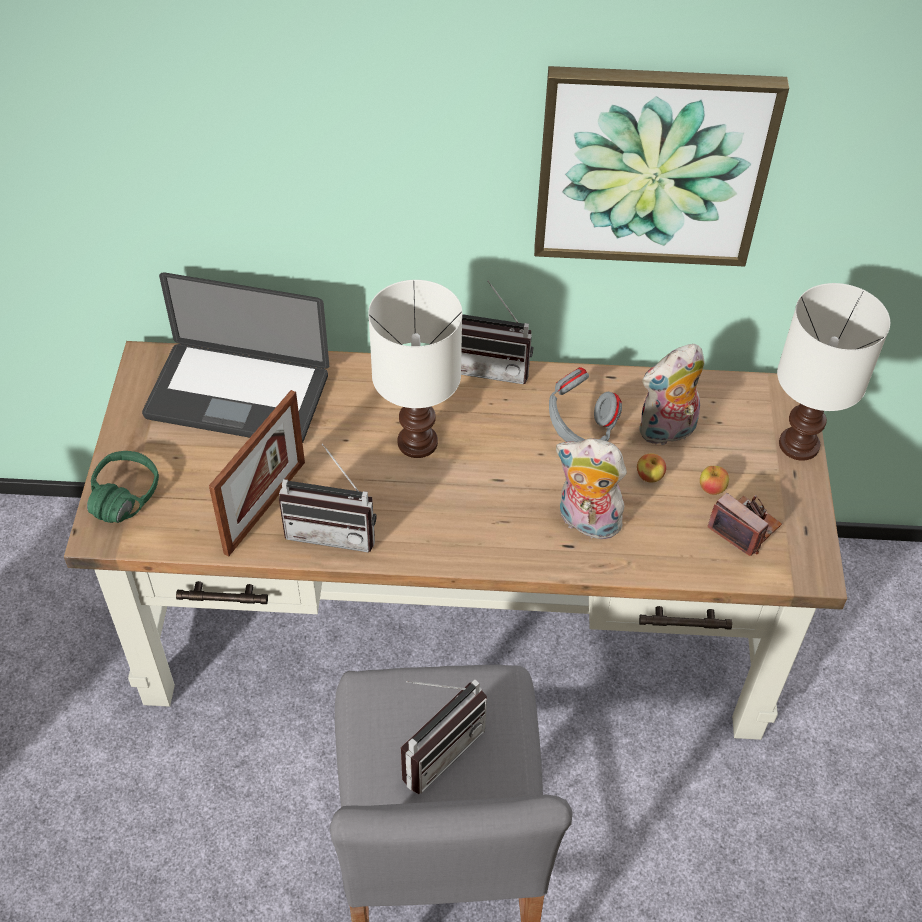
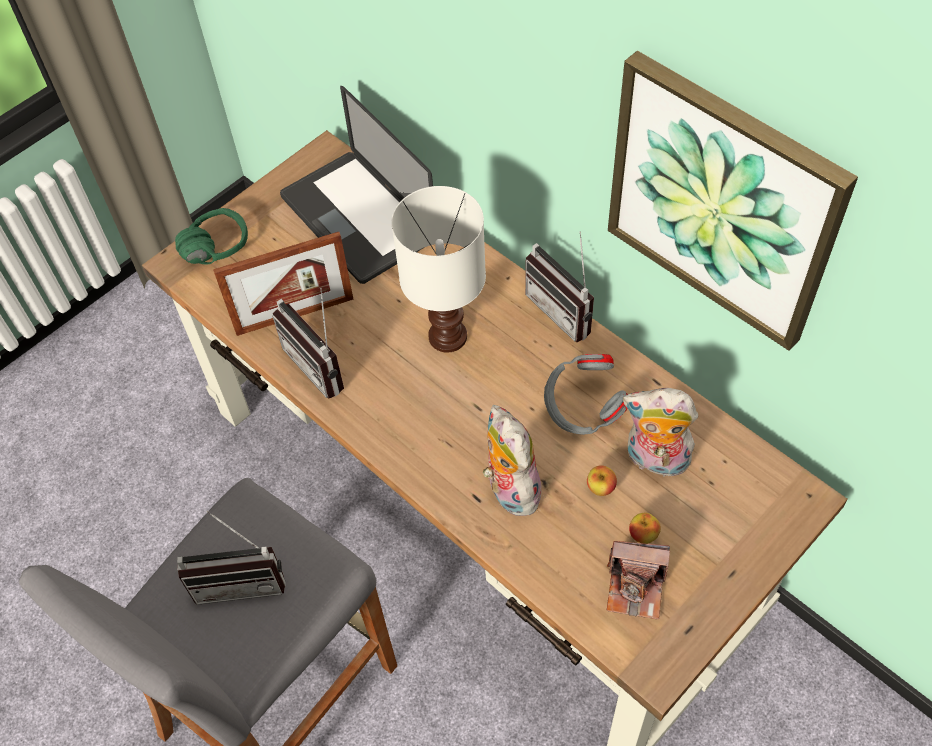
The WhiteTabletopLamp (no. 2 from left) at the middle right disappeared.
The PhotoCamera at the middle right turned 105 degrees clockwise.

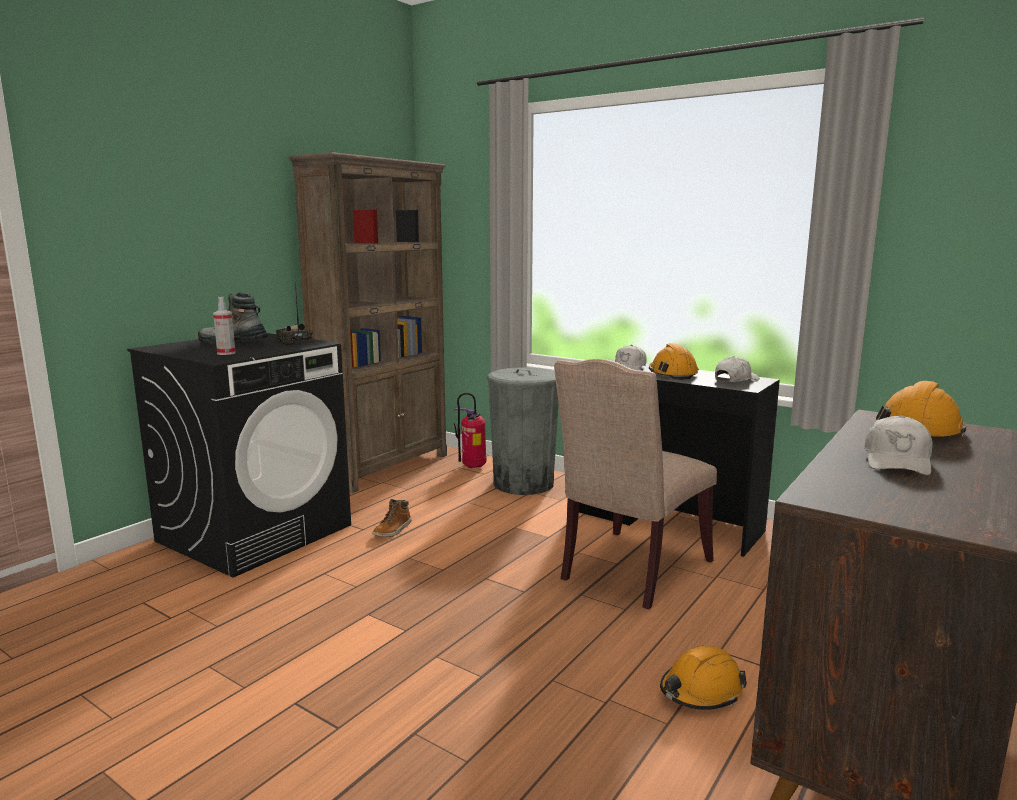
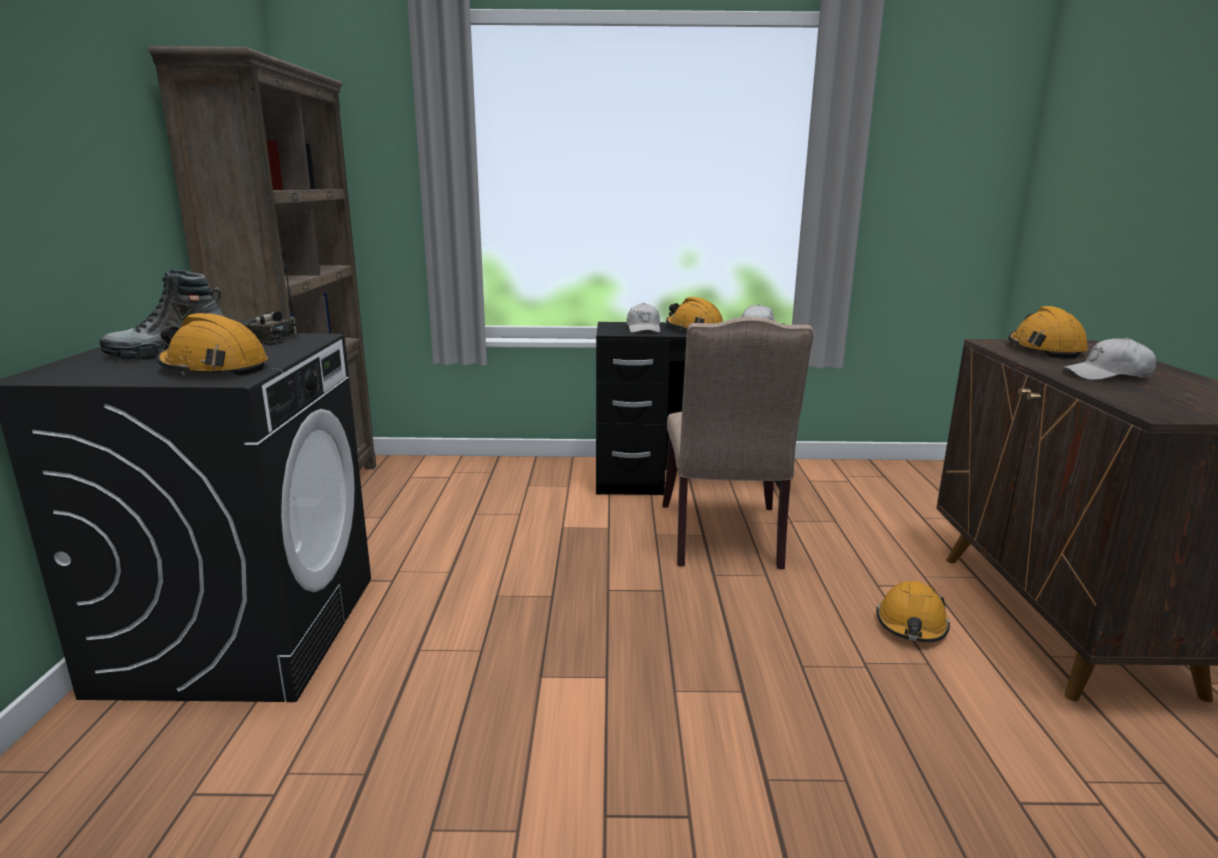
The SprayBottle at the middle left was replaced by the OrangeColouredWorkHelmet (no. 1 from left) at the middle left.
The GreyWasteBin at the centre disappeared.
The FireExtinguisher at the centre disappeared.
The WhiteBaseballCap (no. 3 from left) at the middle right turned 105 degrees clockwise.
The TallBoot (no. 2 from left) at the centre disappeared.

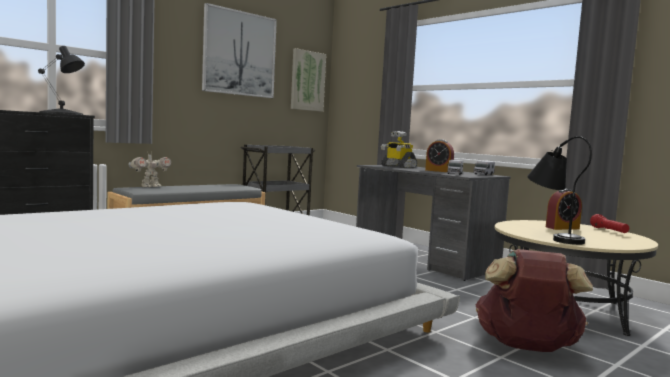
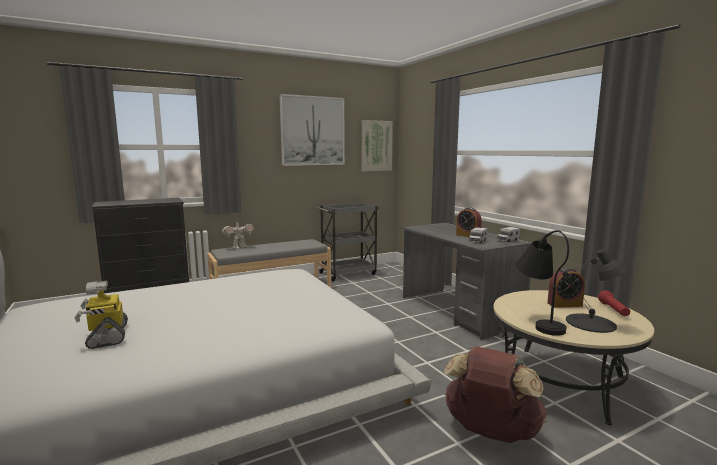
The BlackTabletopLamp (no. 1 from left in the first image) moved from the top left to the middle right.
The ToyRobot (no. 2 from left in the first image) moved from the centre to the bottom left.

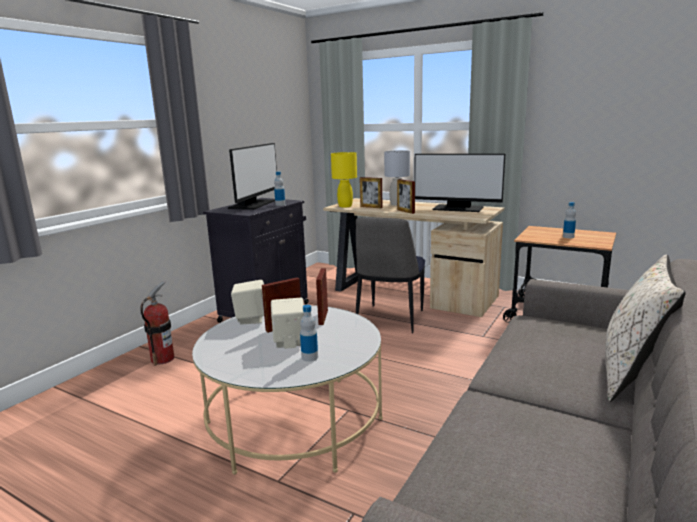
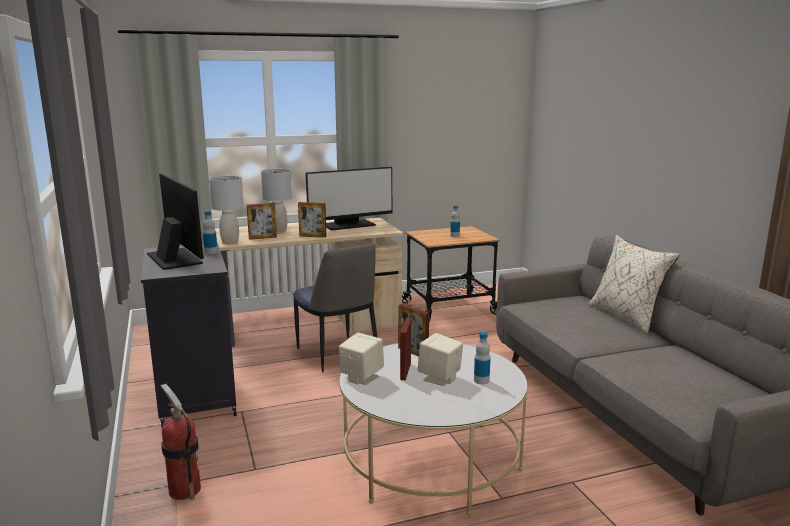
The YellowColouredTabletopLamp at the centre became the GreyTabletopLamp (no. 1 from left) at the middle left.

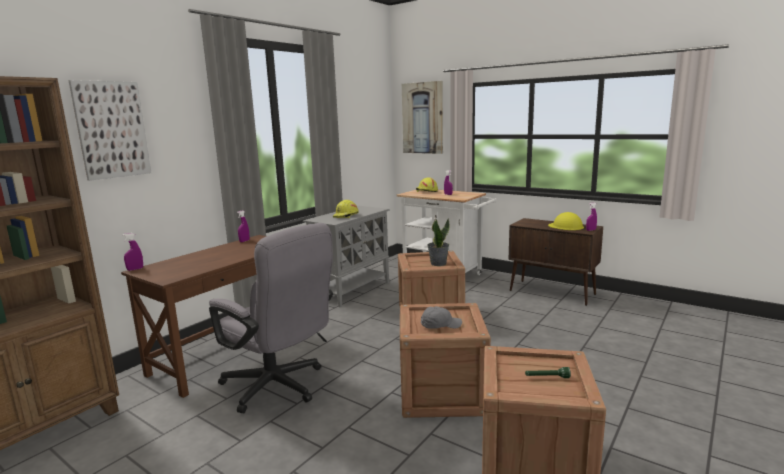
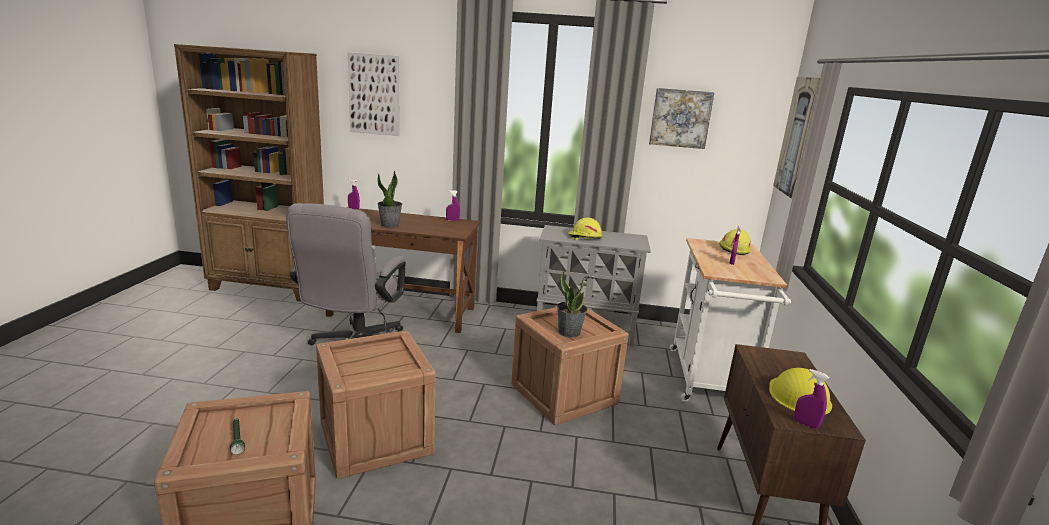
The GreyBaseballCap at the bottom centre disappeared.
The Picture (no. 2 from left) at the top centre appeared.
The PlantInAPot (no. 1 from left) at the centre appeared.

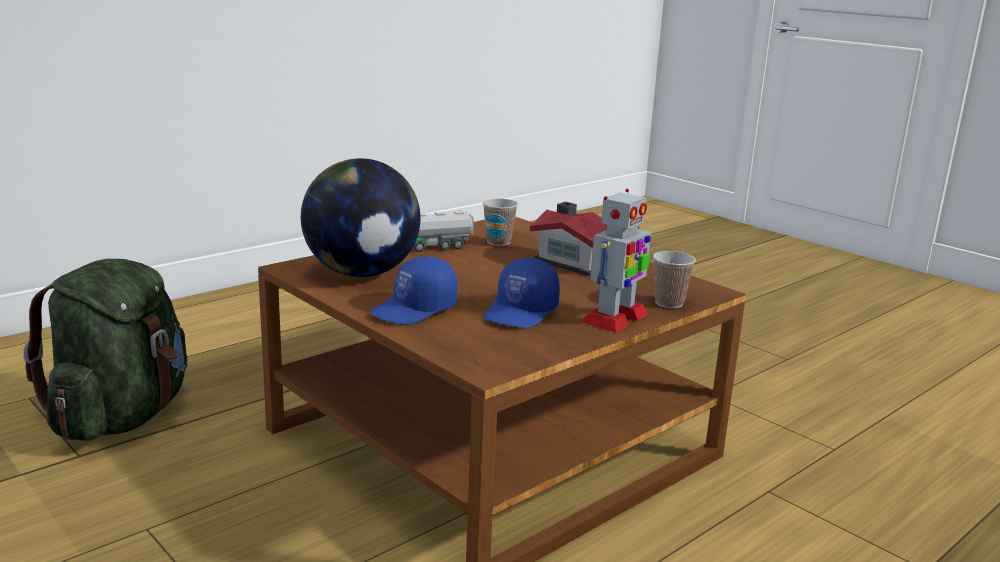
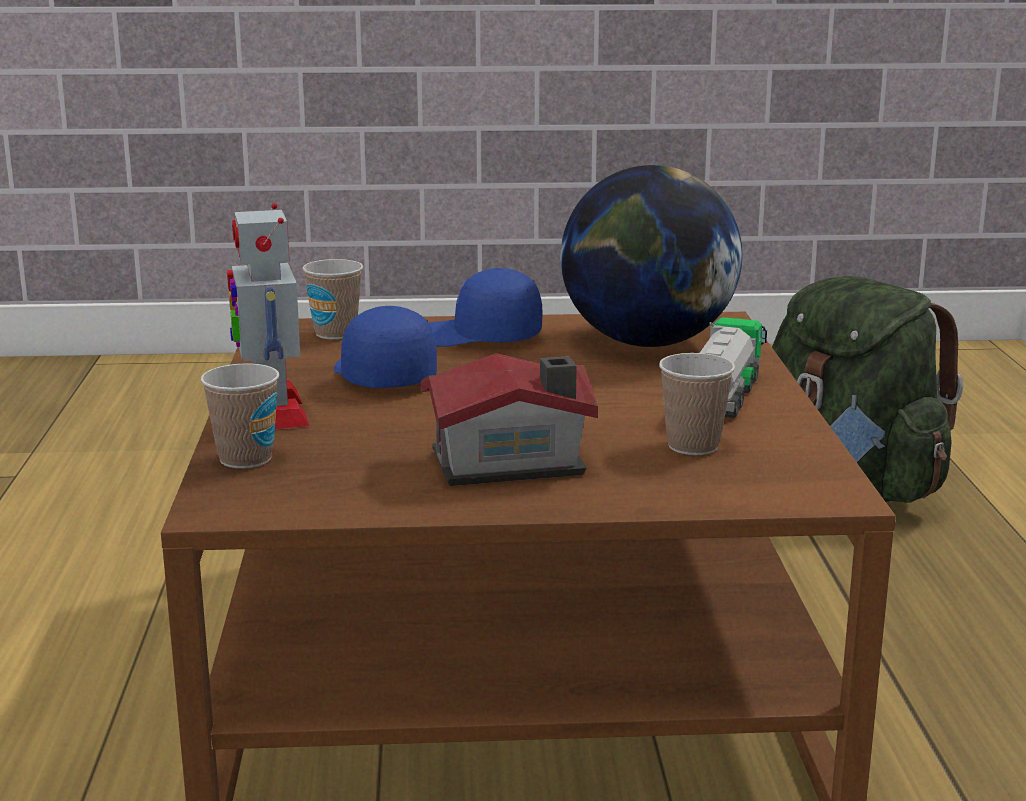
The BlueBaseballCap (no. 1 from left in the first image) at the centre turned 75 degrees counterclockwise.
The Cup (no. 2 from left) at the middle left appeared.

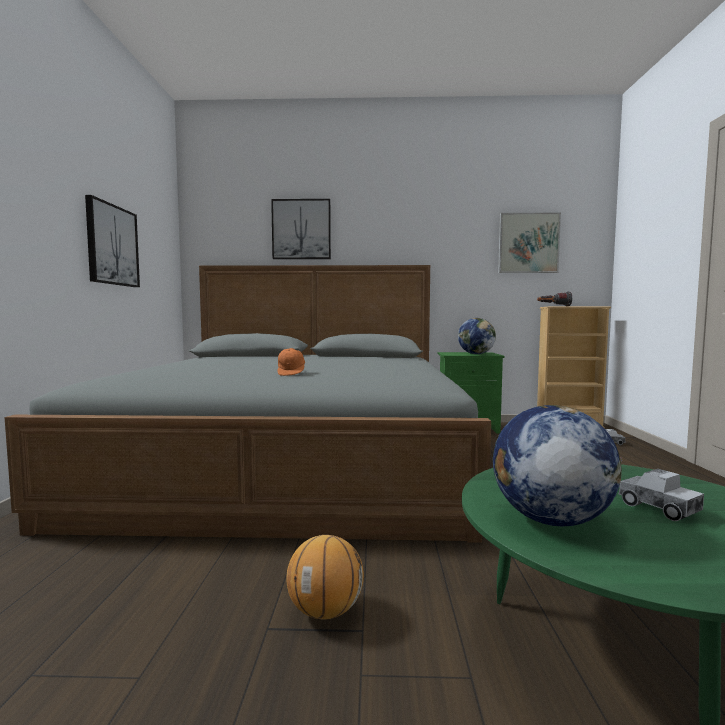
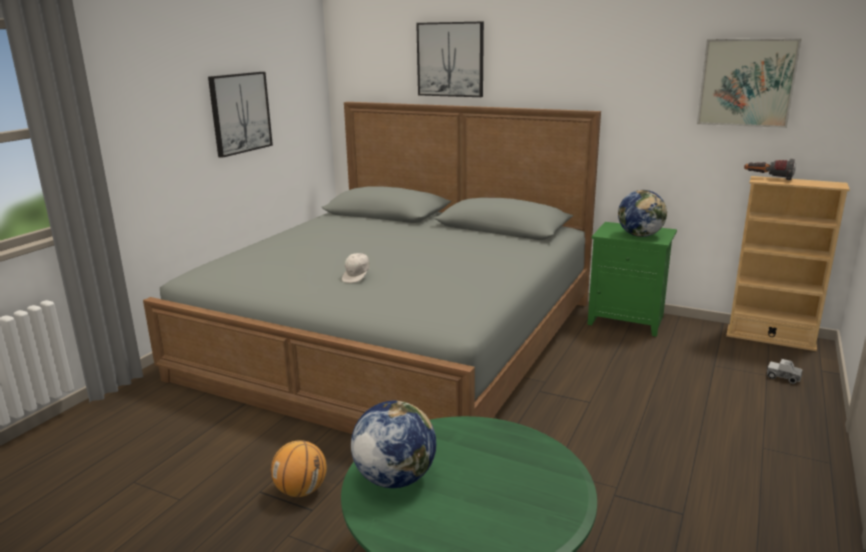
The OrangeColouredBaseballCap at the centre became the WhiteBaseballCap at the centre.
The ToyTruck (no. 2 from left) at the bottom right disappeared.

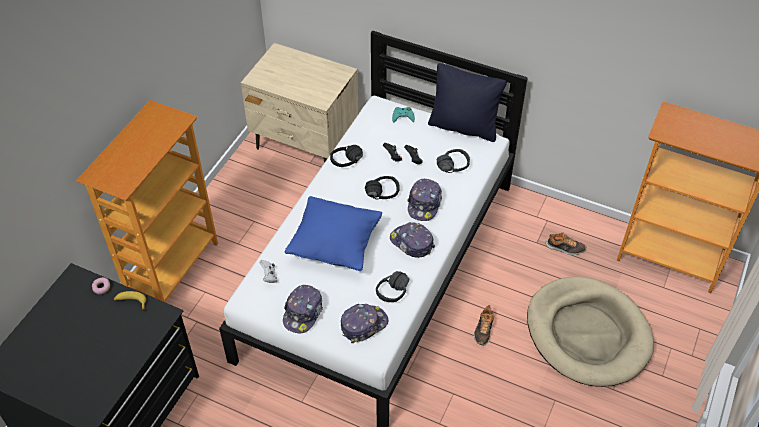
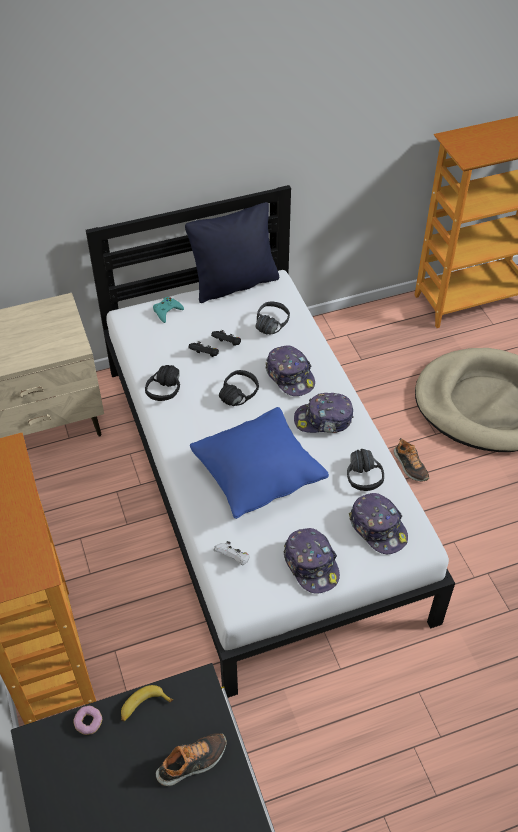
The ItemOfFootwear (no. 2 from left in the first image) moved from the middle right to the bottom centre.
The BaseballCap (no. 2 from left in the first image) at the bottom centre turned 135 degrees clockwise.

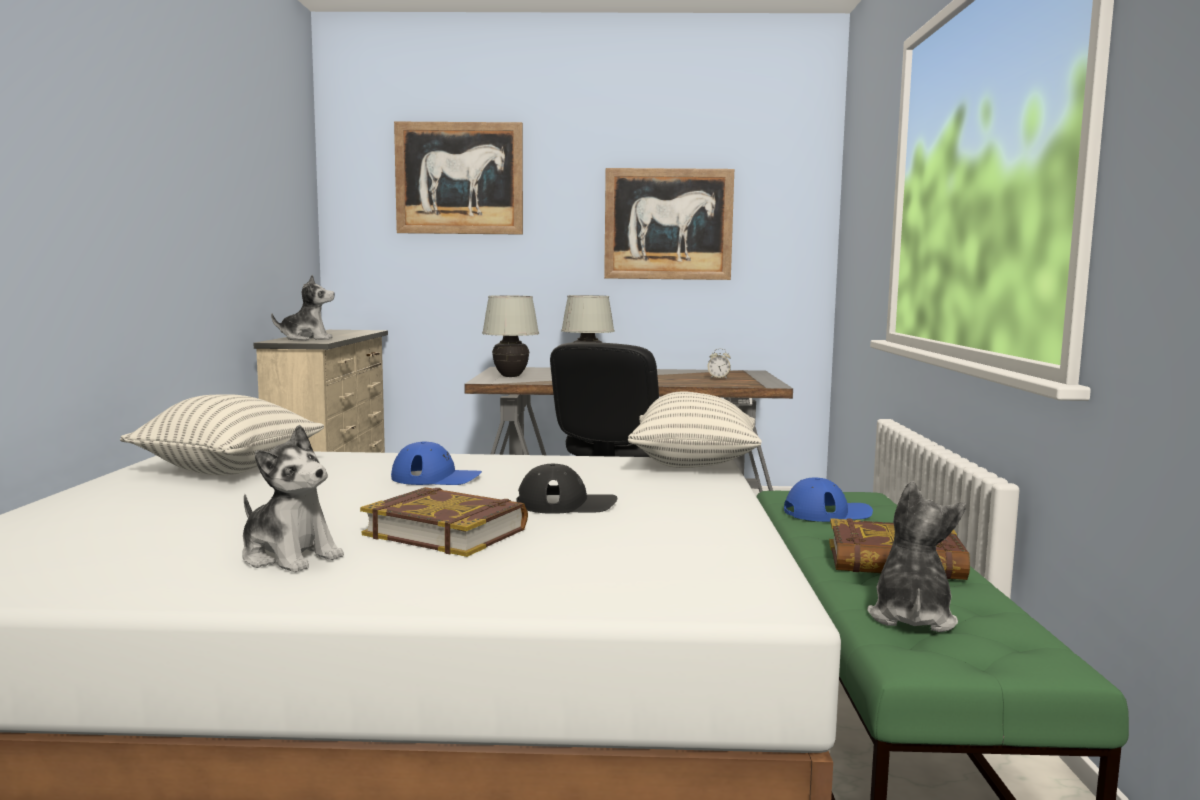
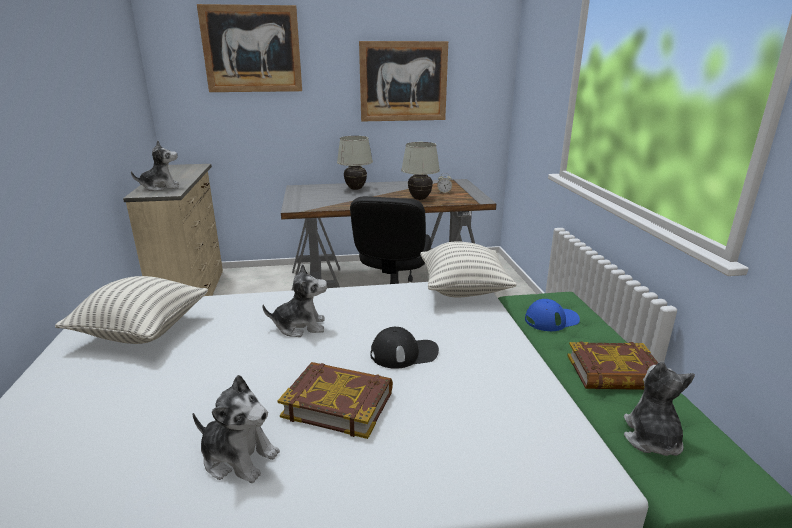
The WhiteTabletopLamp (no. 1 from left in the first image) moved from the centre to the top centre.
The BlueBaseballCap (no. 1 from left) at the centre was replaced by the PlushToy (no. 3 from left) at the centre.

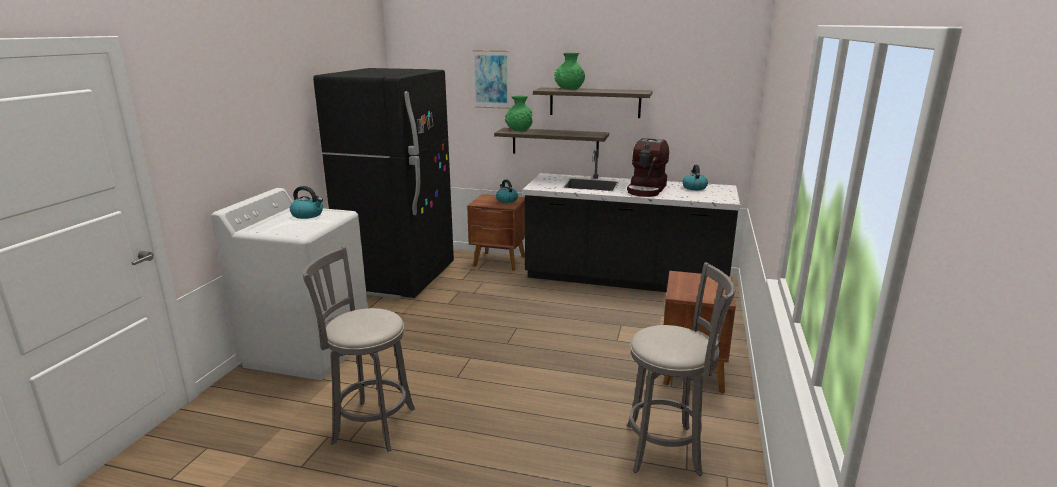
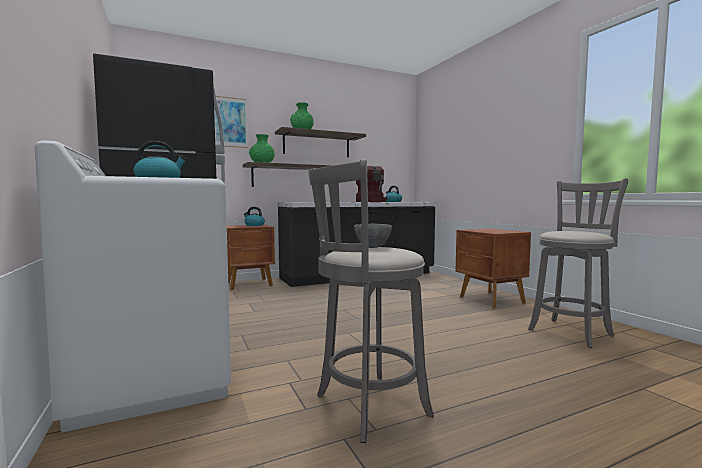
The GreyBowl at the centre appeared.

